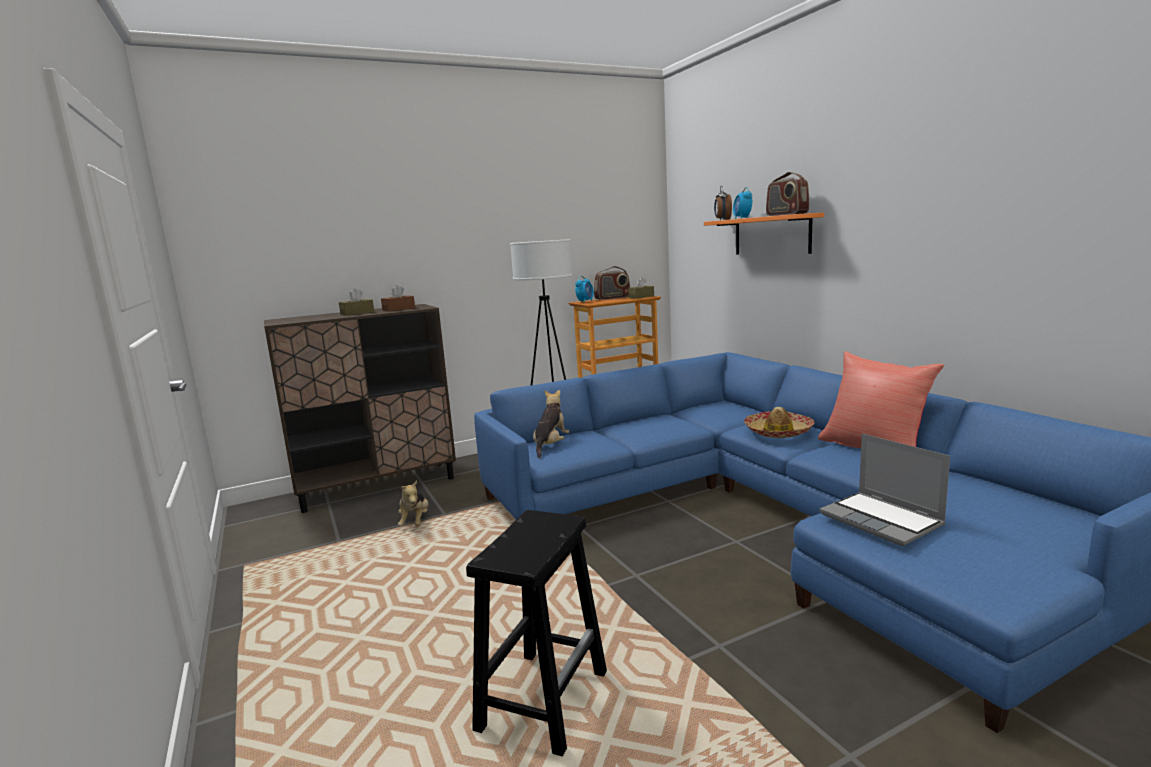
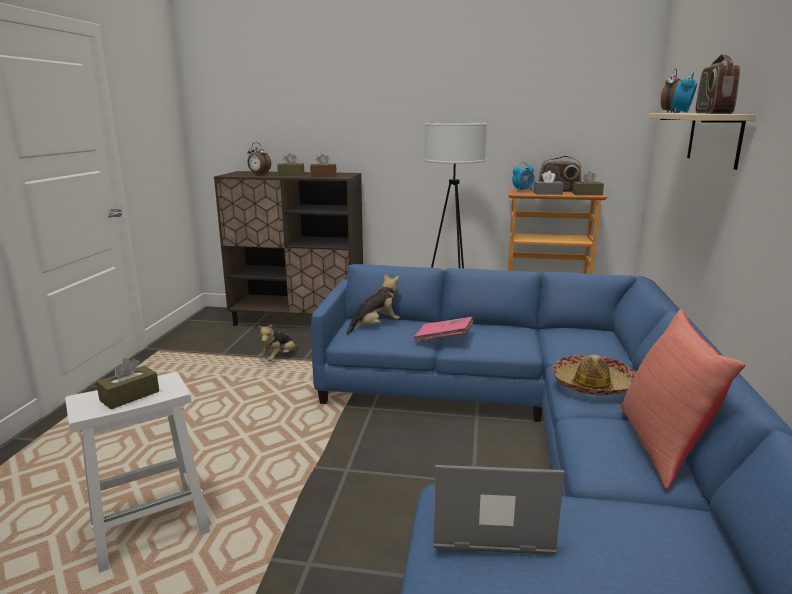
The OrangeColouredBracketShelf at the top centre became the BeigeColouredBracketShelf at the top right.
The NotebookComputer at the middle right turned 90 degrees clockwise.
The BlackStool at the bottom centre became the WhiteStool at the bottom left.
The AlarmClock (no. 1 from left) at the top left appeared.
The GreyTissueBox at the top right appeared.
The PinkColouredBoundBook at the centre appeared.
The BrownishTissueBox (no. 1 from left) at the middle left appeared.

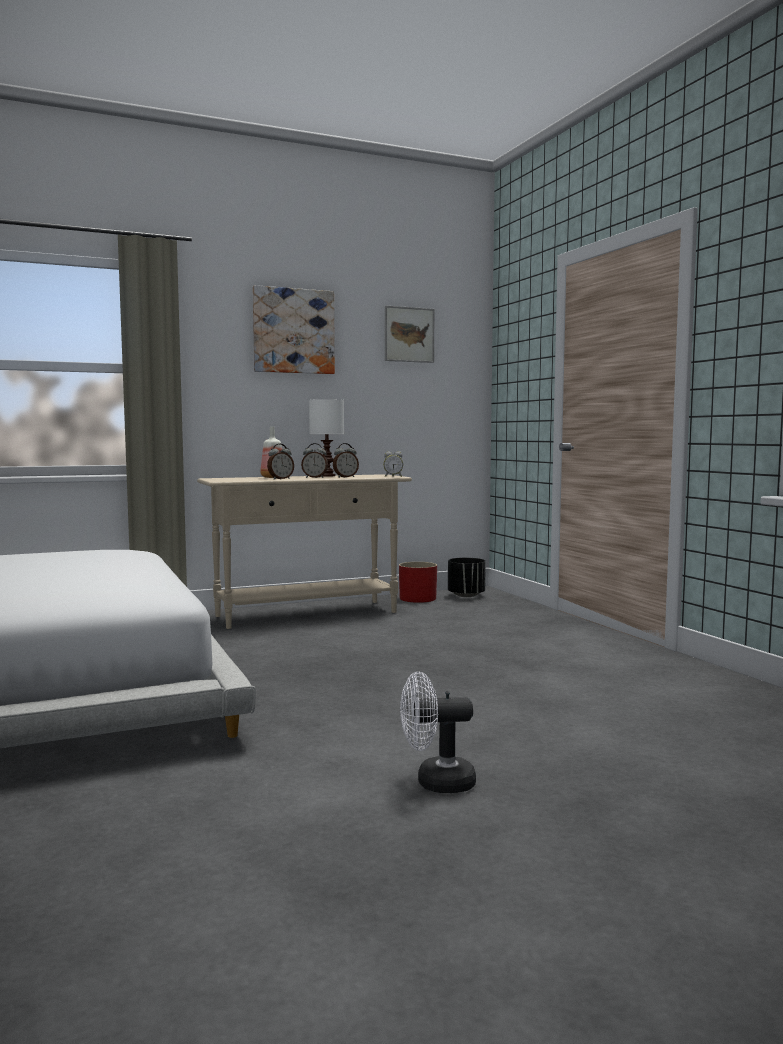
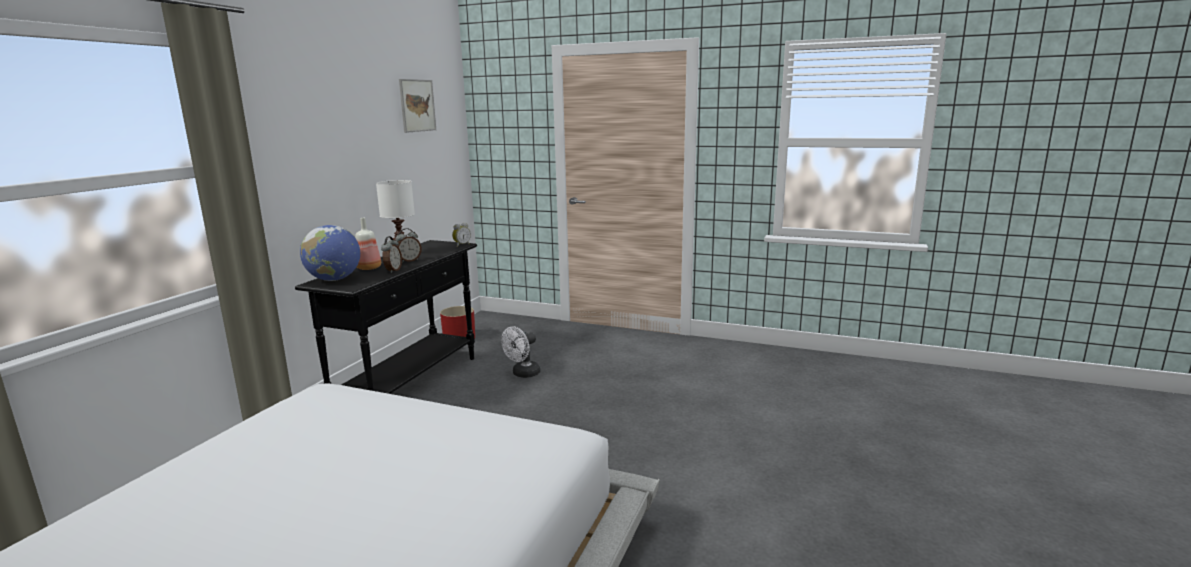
The Picture (no. 1 from left) at the top centre disappeared.
The AlarmClock (no. 3 from left) at the centre disappeared.
The BeigeColouredHallTable at the centre became the BlackHallTable at the middle left.
The BlackFlowerPot at the centre disappeared.
The WhiteFan moved from the bottom centre to the centre.
The Globe at the middle left appeared.

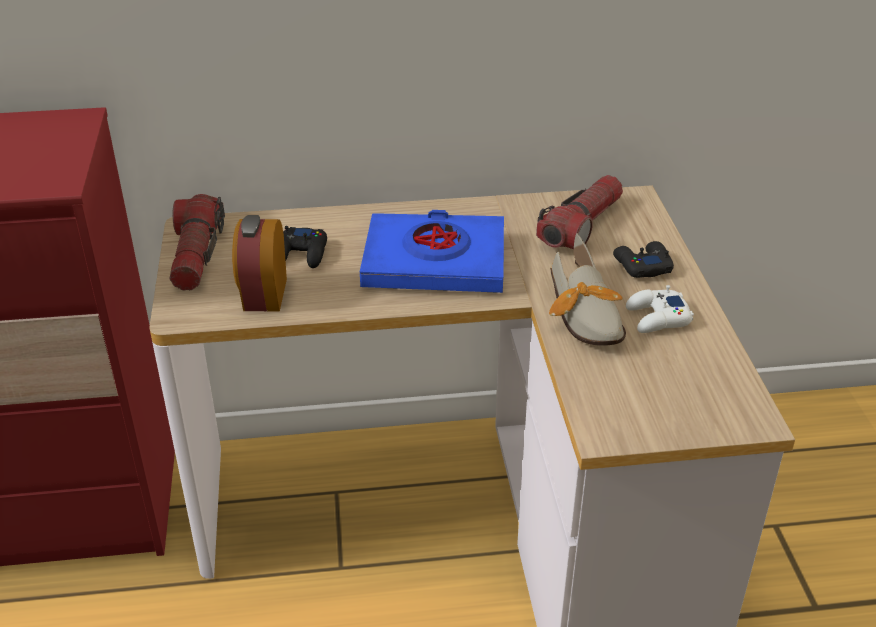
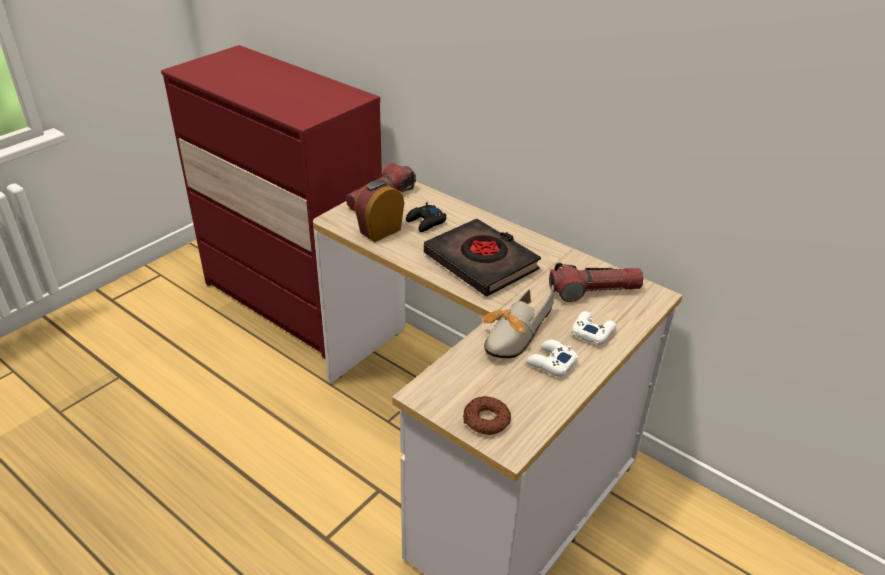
The BlueBoundBook at the centre became the BlackBoundBook at the centre.
The BlackJoypad (no. 2 from left) at the middle right became the WhiteJoypad (no. 2 from left) at the middle right.
The RingDoughnut at the bottom centre appeared.

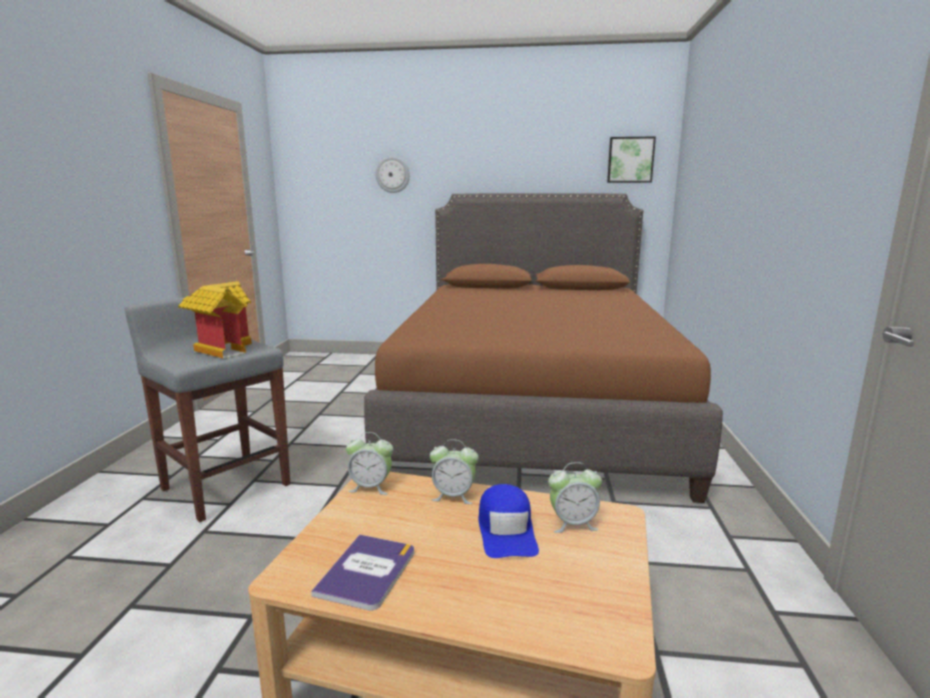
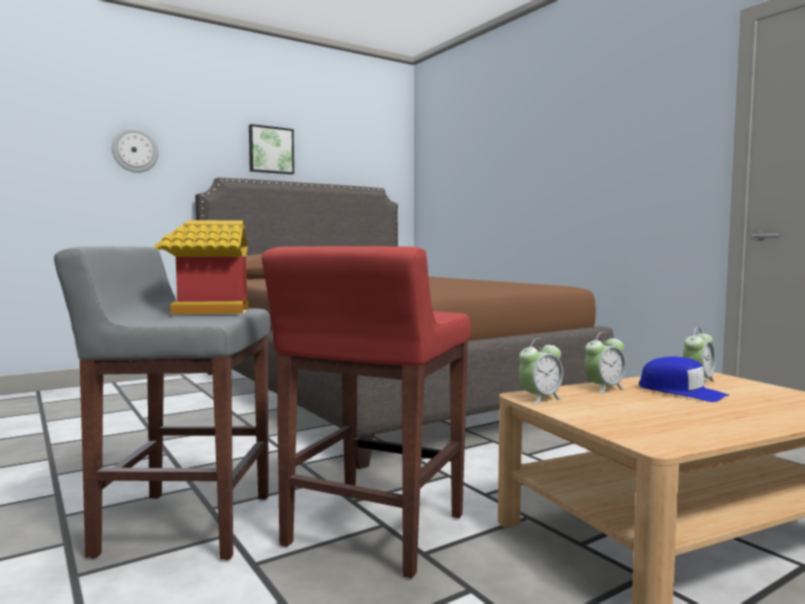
The Picture moved from the top right to the top centre.
The BoundBook at the bottom centre disappeared.
The RedStool at the bottom centre appeared.

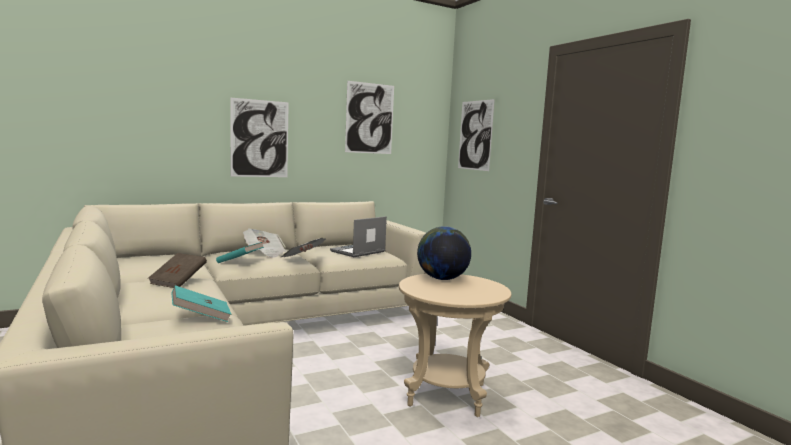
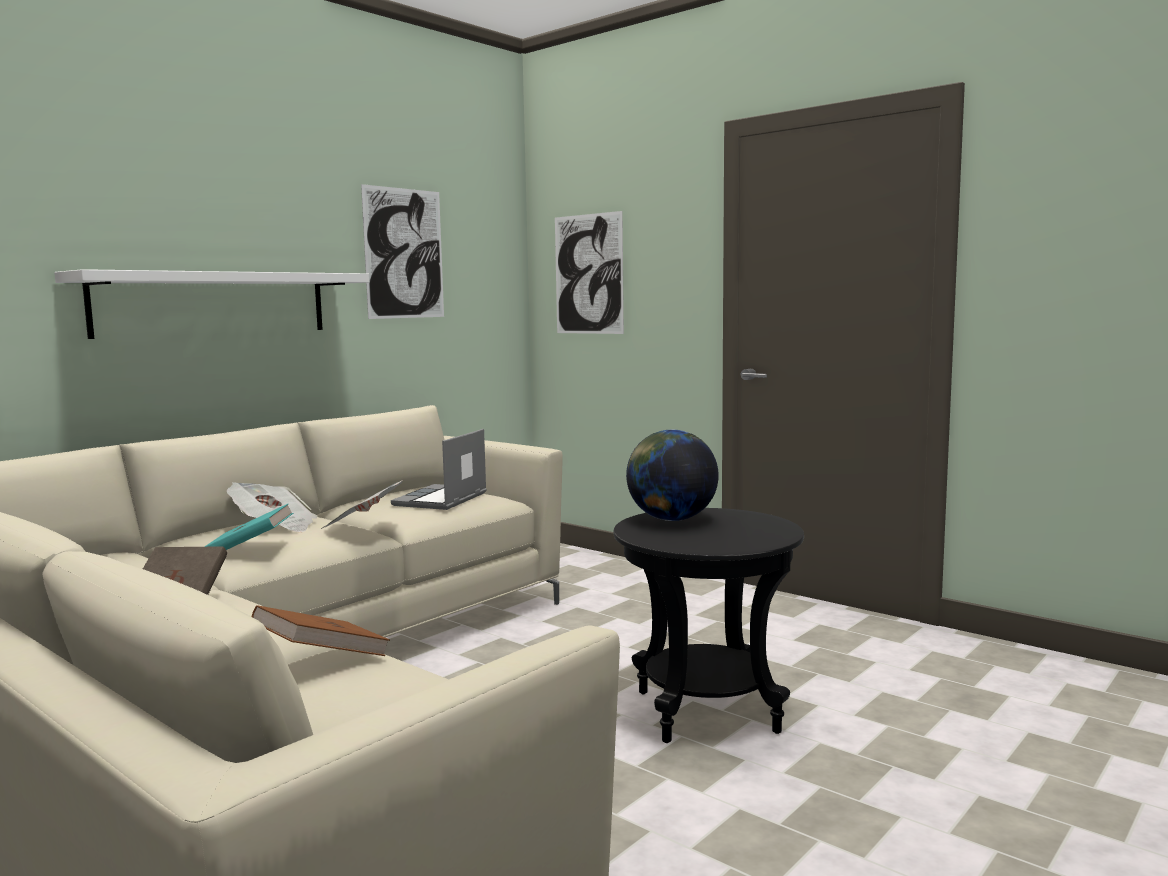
The Picture (no. 1 from left) at the top left was replaced by the WhiteBracketShelf at the middle left.
The BeigeColouredSideTable at the bottom centre became the BlackSideTable at the bottom centre.
The TurquoiseBoundBook (no. 1 from left) at the bottom left became the BrownishBoundBook (no. 2 from left) at the bottom left.

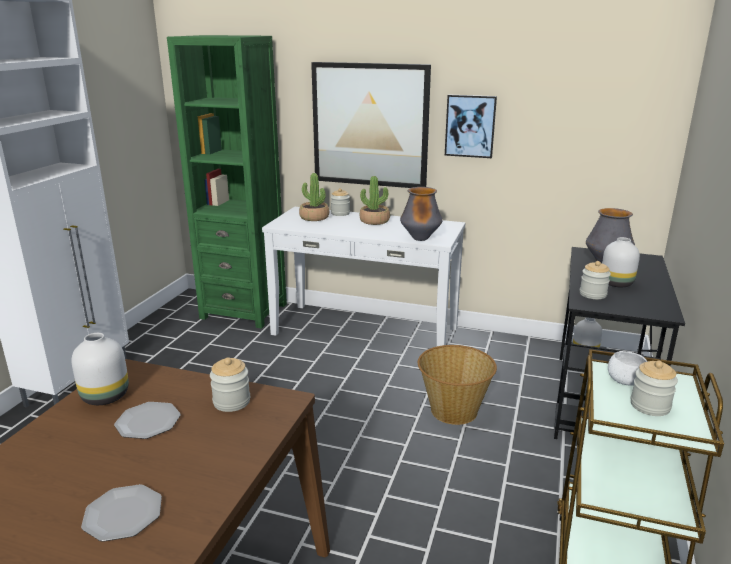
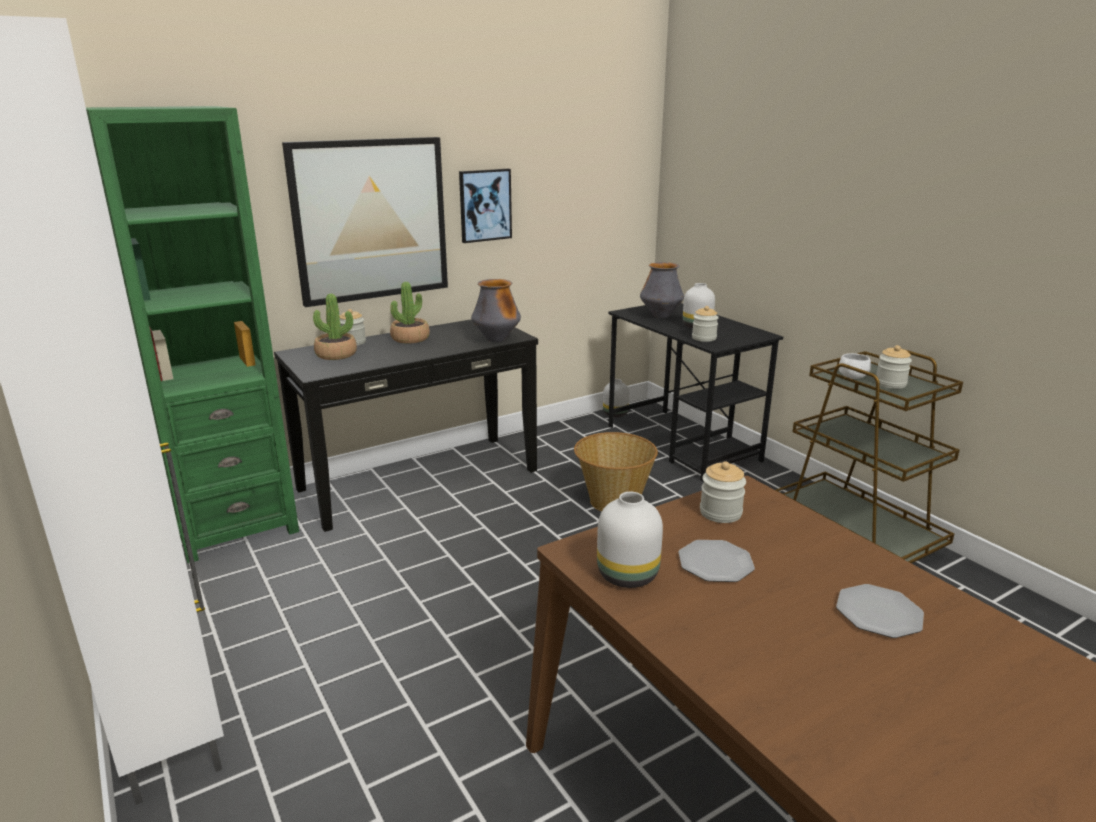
The WhiteHallTable at the centre became the BlackHallTable at the centre.

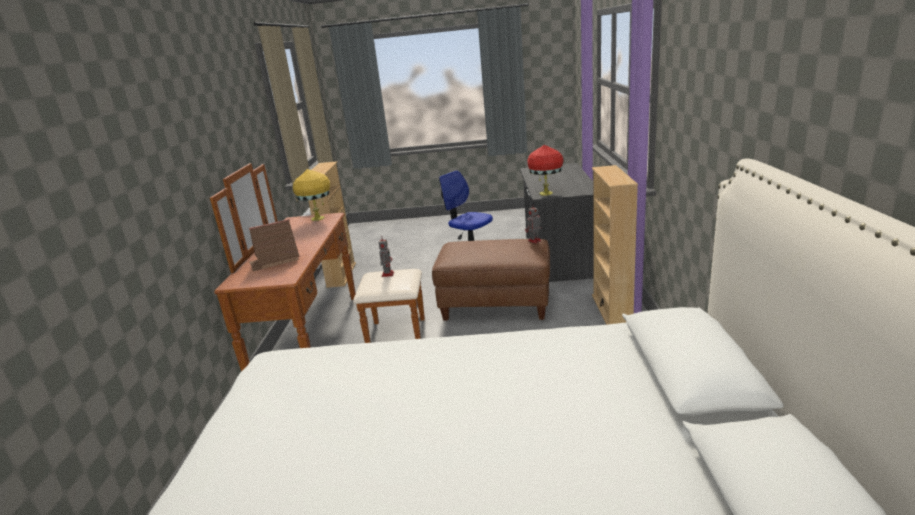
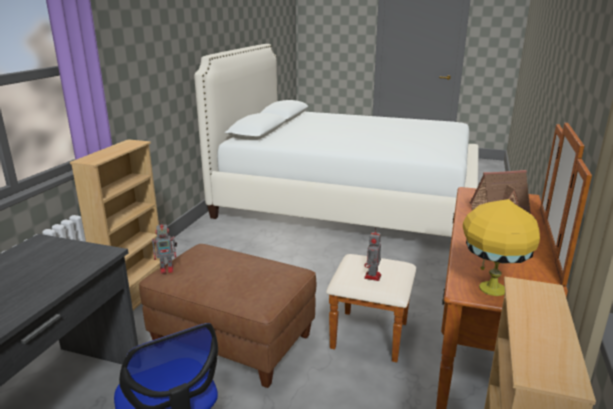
The RedTabletopLamp at the top centre disappeared.

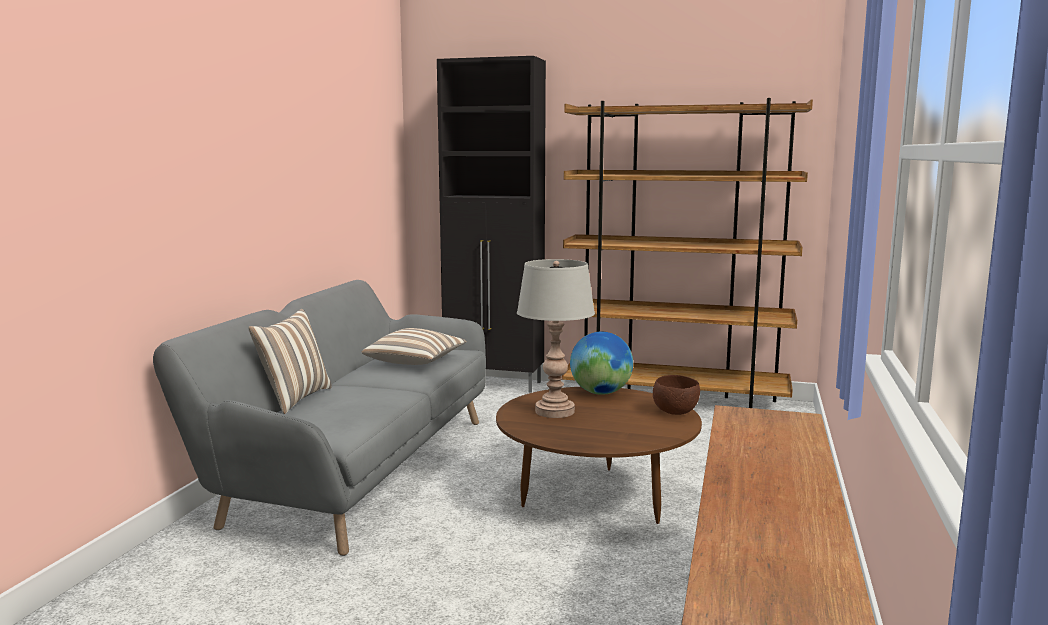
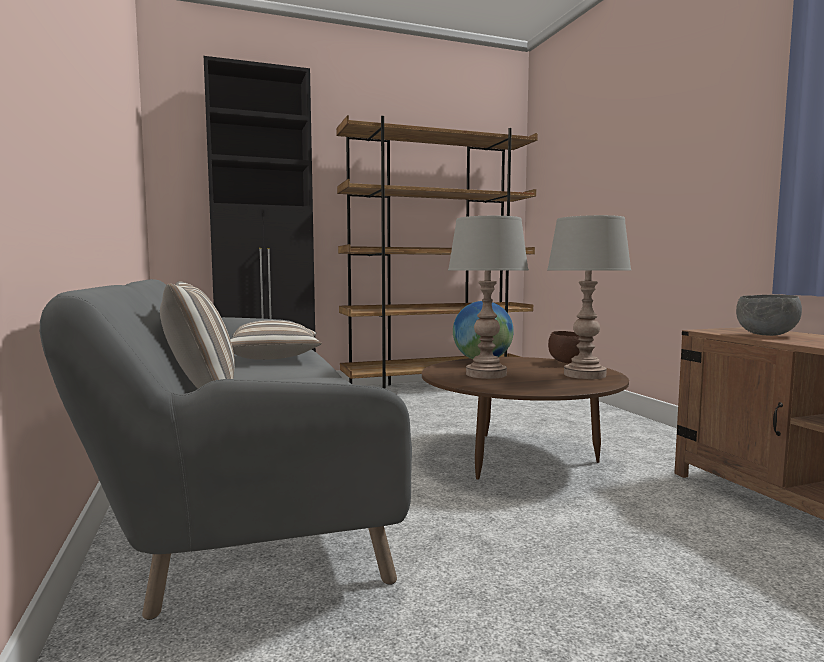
The GreyTabletopLamp (no. 2 from left) at the middle right appeared.
The GreyBowl at the middle right appeared.

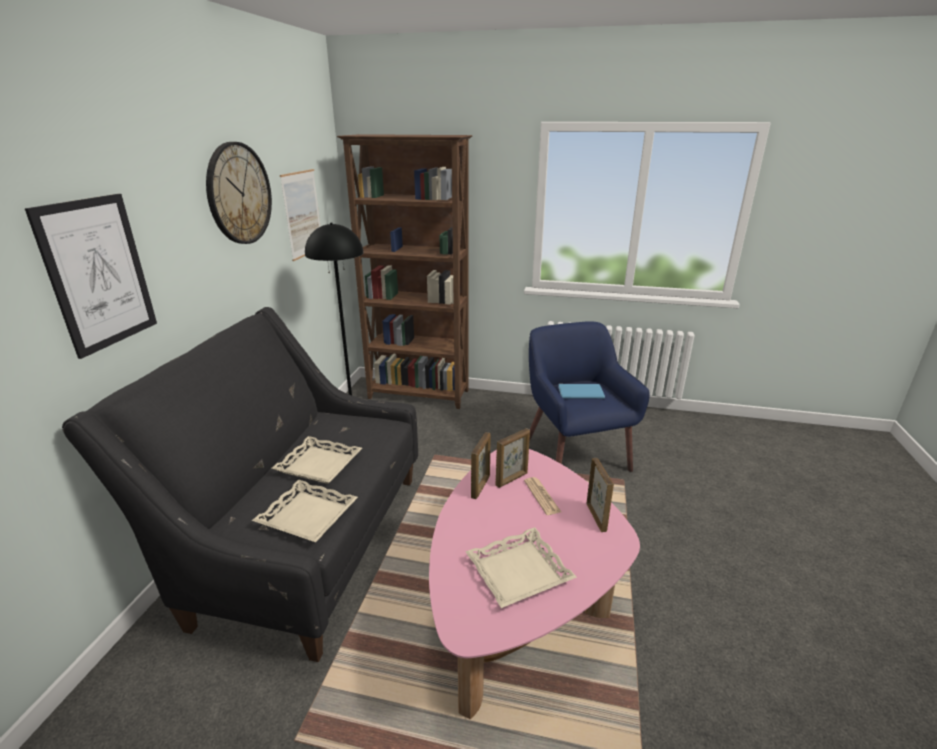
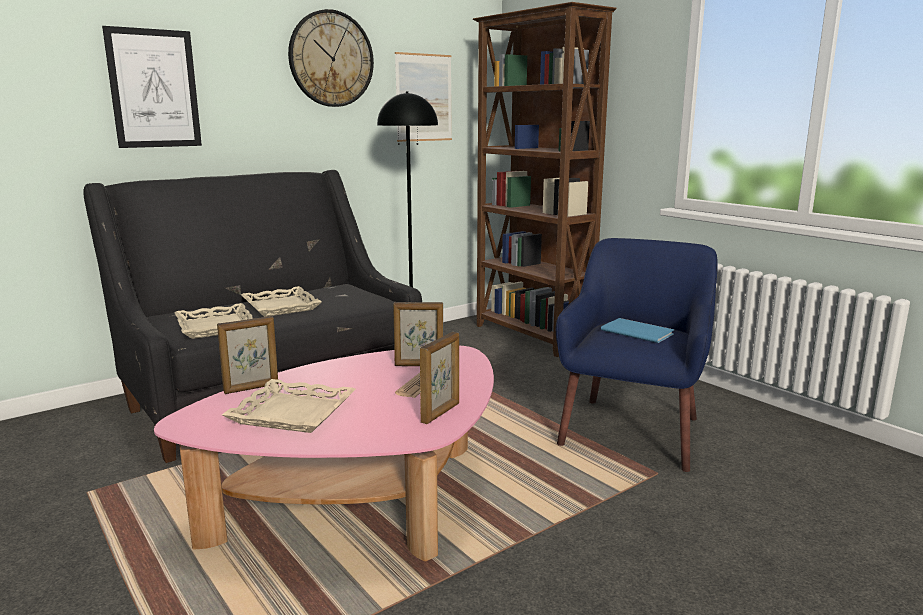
The PictureFrame (no. 1 from left) moved from the centre to the middle left.

